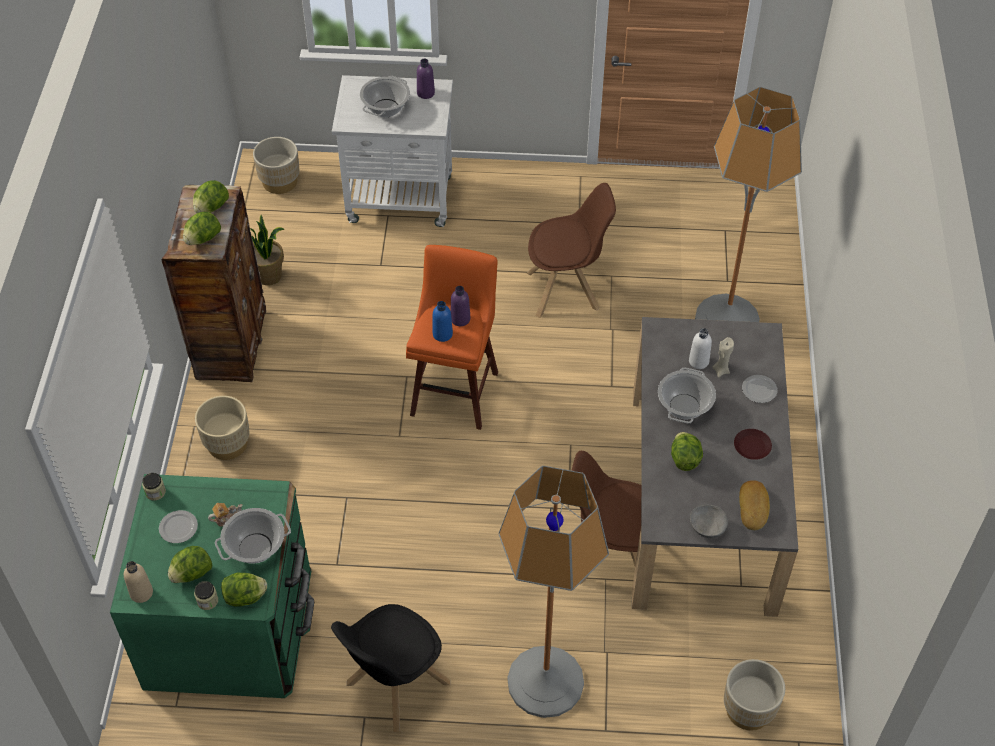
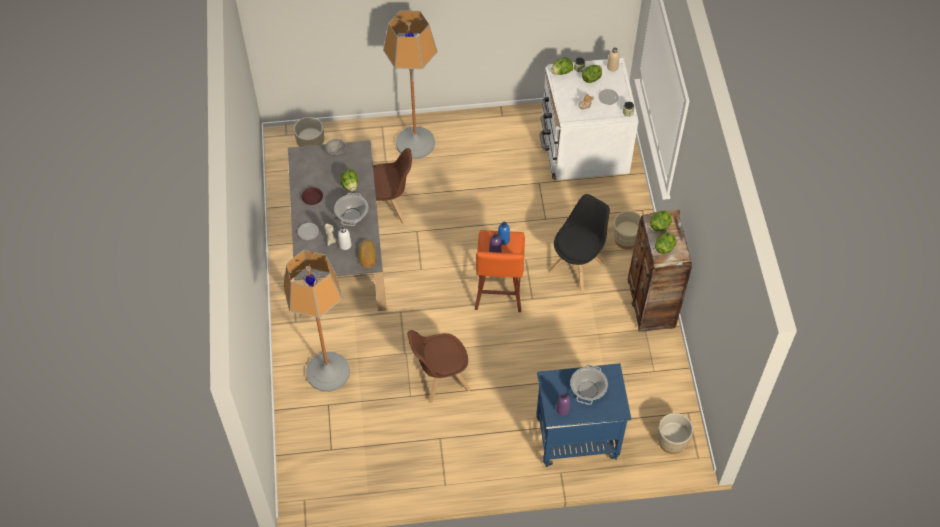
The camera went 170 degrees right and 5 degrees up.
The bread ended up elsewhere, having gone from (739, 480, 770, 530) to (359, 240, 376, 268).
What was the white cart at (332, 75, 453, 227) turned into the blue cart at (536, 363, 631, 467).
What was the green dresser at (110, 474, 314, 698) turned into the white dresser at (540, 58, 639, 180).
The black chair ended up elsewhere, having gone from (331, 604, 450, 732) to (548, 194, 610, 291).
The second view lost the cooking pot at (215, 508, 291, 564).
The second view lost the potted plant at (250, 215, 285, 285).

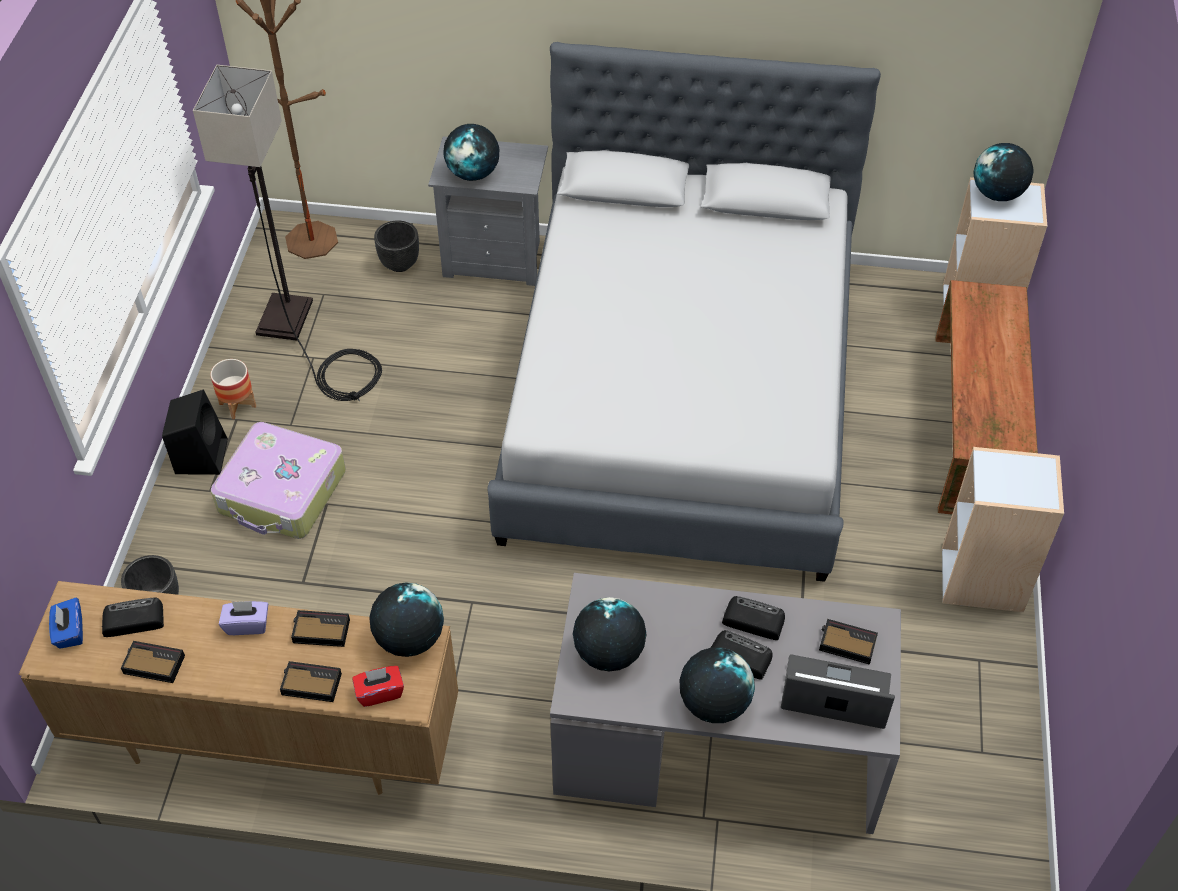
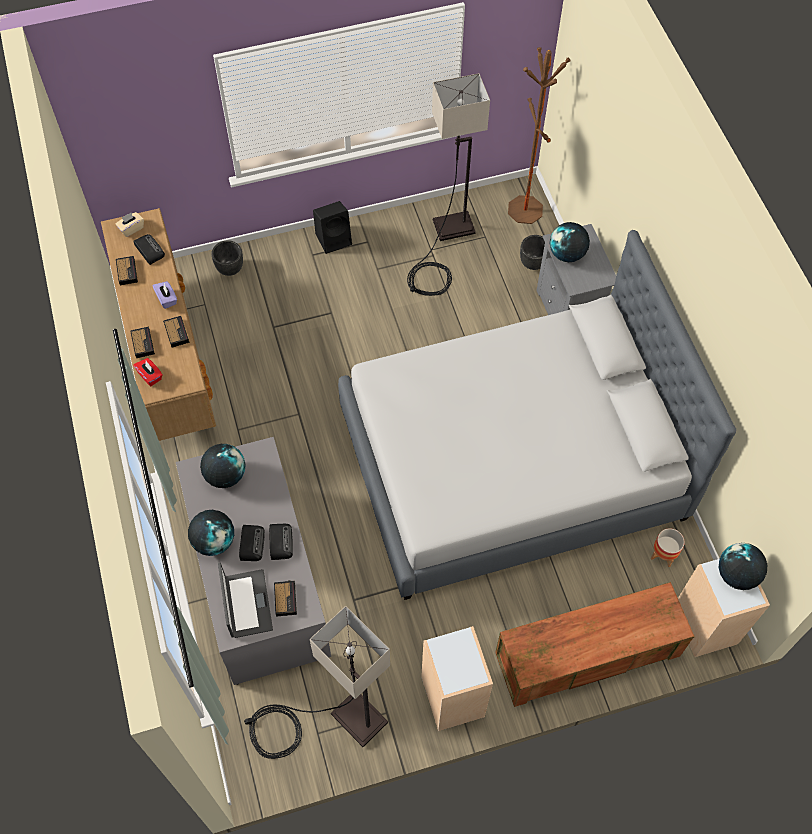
The camera went 65 degrees right and 10 degrees up.
What was the blue tissue box at (49, 598, 83, 649) turned into the beige tissue box at (116, 212, 144, 237).
The second view gained the floor lamp at (244, 606, 390, 759).
The planter ended up elsewhere, having gone from (210, 359, 256, 419) to (651, 528, 685, 567).
The second view lost the suitcase at (211, 422, 346, 539).
The second view lost the globe at (369, 582, 444, 657).

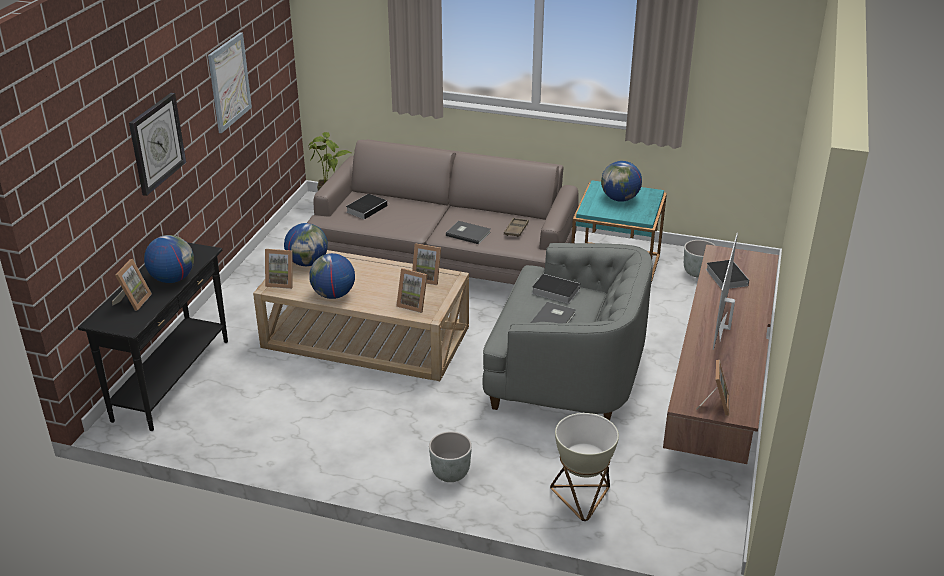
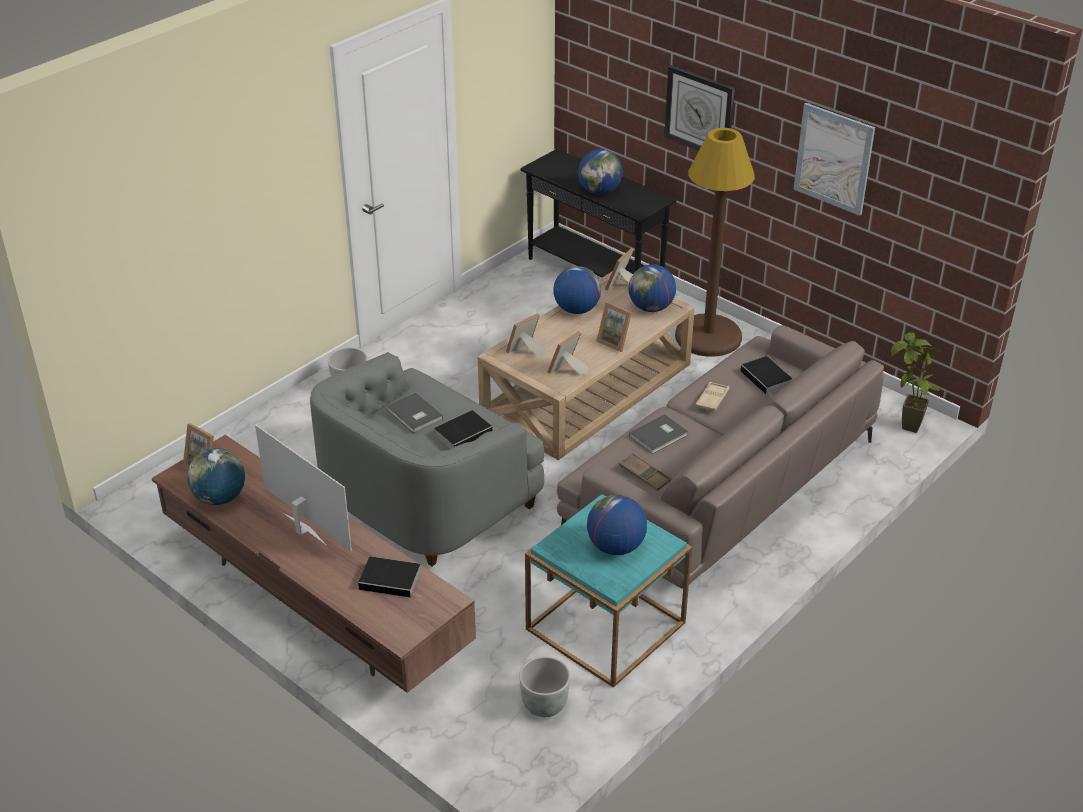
The camera went 115 degrees right and 5 degrees up.
The second view gained the globe at (187, 448, 245, 505).
The picture frame ended up elsewhere, having gone from (112, 259, 152, 311) to (596, 302, 632, 352).
The second view gained the brown floor lamp at (675, 128, 755, 357).
The second view gained the beige tray at (695, 382, 730, 412).
The second view lost the planter at (550, 413, 619, 521).

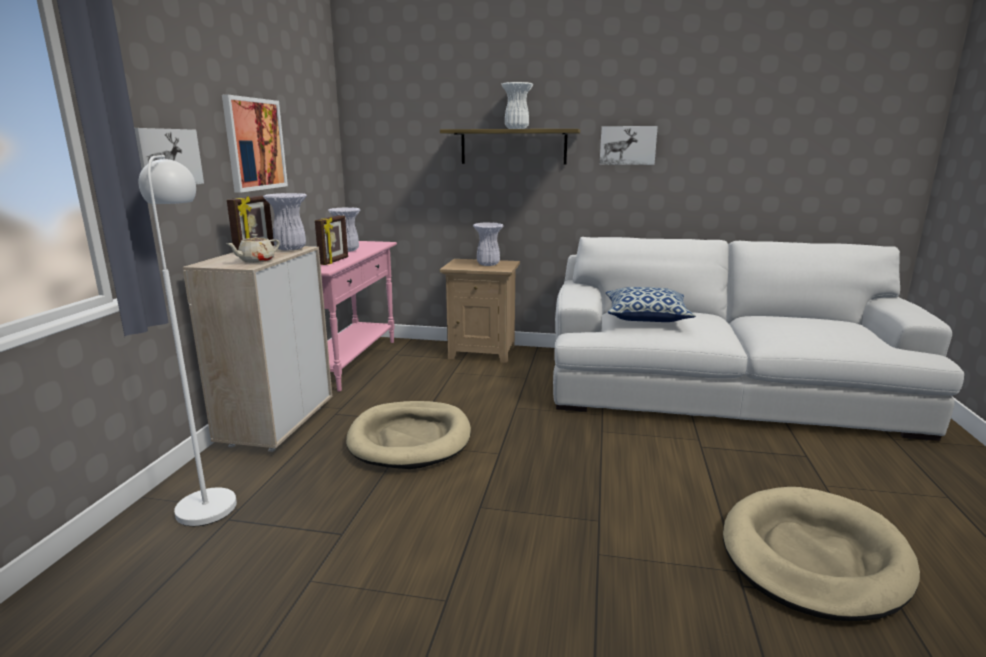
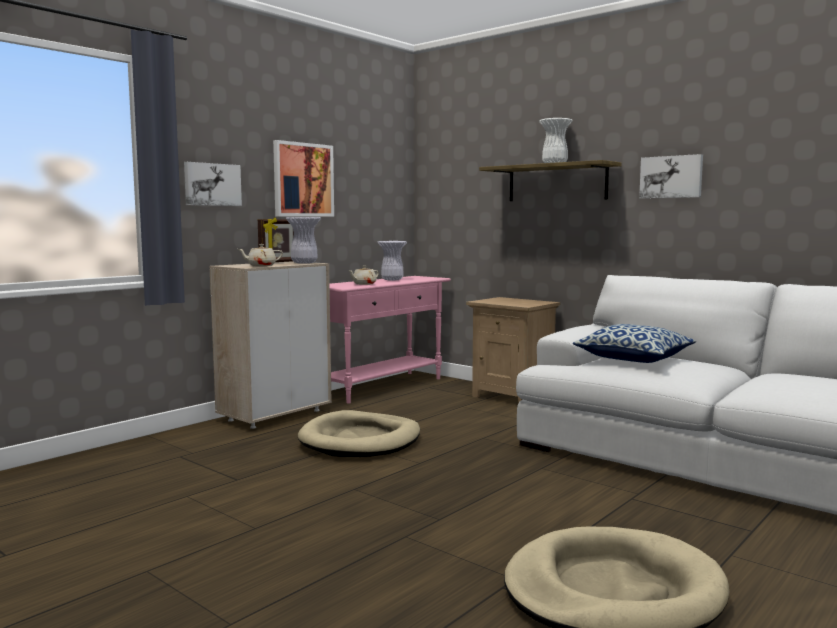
The camera went 30 degrees right and 10 degrees down.
Where the picture frame stood at (315, 215, 348, 265), the beige teapot came to stand at (348, 265, 379, 285).
The second view lost the white floor lamp at (138, 155, 237, 526).
The second view lost the white vase at (473, 222, 504, 266).

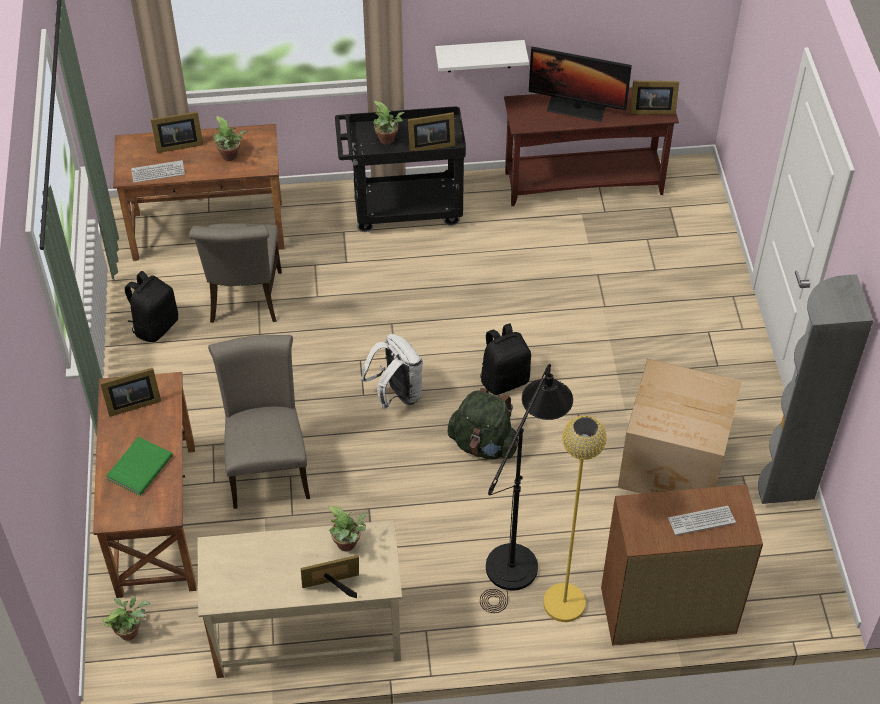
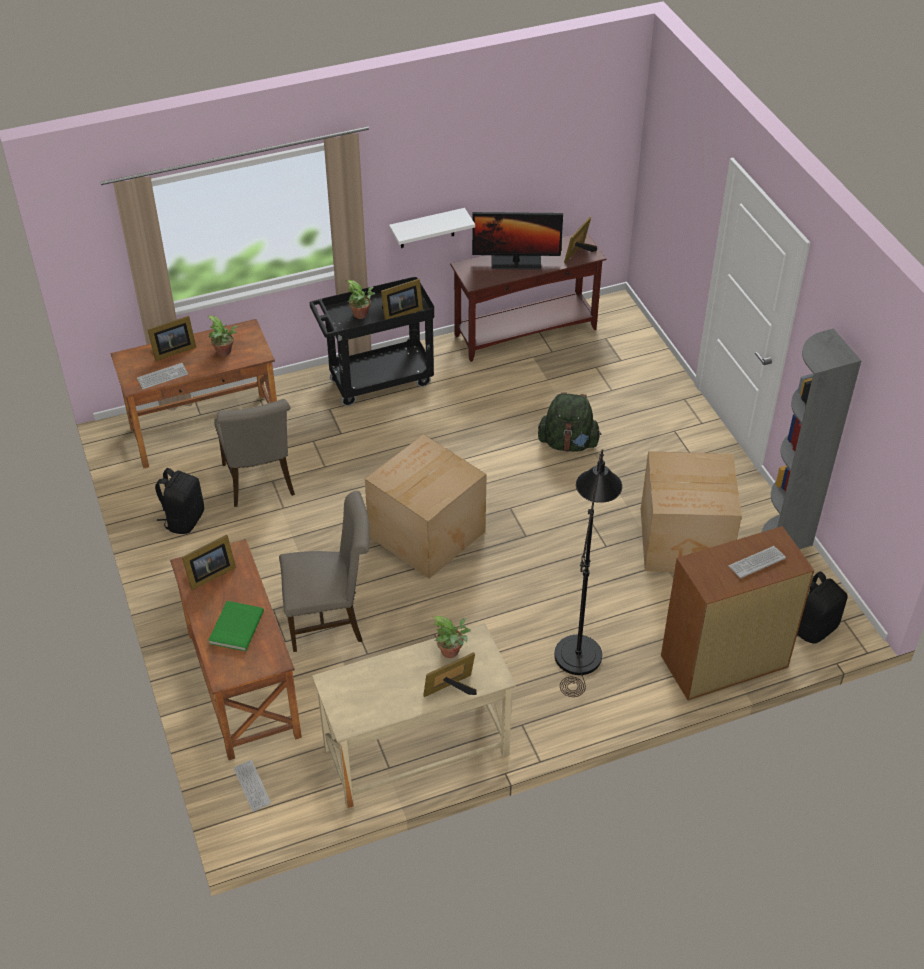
The camera went 15 degrees left and 5 degrees down.
Where the potted plant stood at (102, 597, 151, 641), the keyboard came to stand at (234, 760, 271, 812).
The beige chair at (208, 335, 310, 509) ended up facing another way, 105 degrees clockwise from before.
Where the white backpack stood at (361, 334, 423, 409), the cardboard box came to stand at (365, 434, 487, 579).
The green backpack ended up elsewhere, having gone from (448, 388, 518, 460) to (538, 393, 601, 452).
The picture frame at (630, 81, 679, 115) ended up facing another way, 135 degrees clockwise from before.
The black backpack ended up elsewhere, having gone from (480, 323, 531, 395) to (797, 572, 848, 644).
The second view lost the yellow floor lamp at (543, 416, 607, 622).

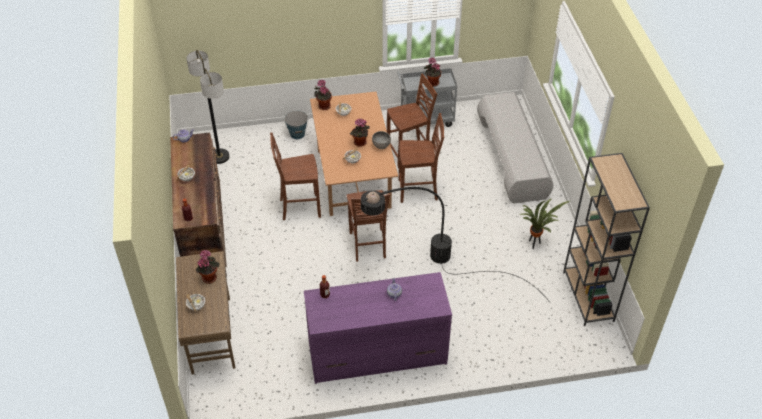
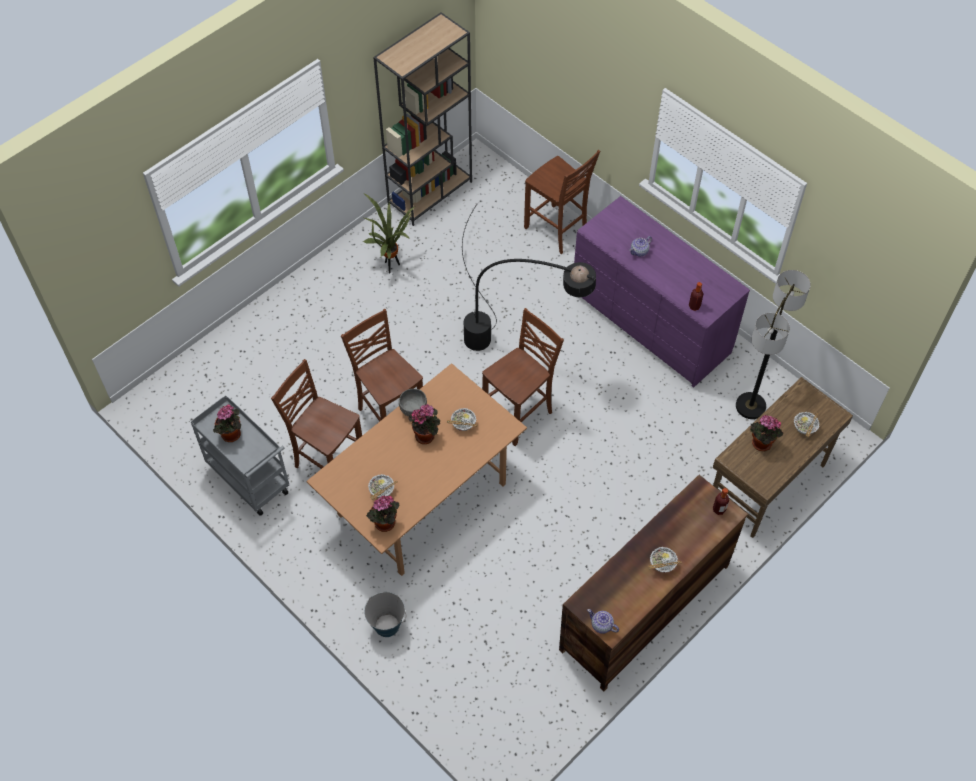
The camera went 125 degrees left and 10 degrees up.
The brown chair ended up elsewhere, having gone from (270, 132, 321, 220) to (524, 150, 600, 254).
The floor lamp ended up elsewhere, having gone from (186, 50, 229, 164) to (736, 270, 811, 419).
The second view lost the grey bench at (477, 92, 553, 204).

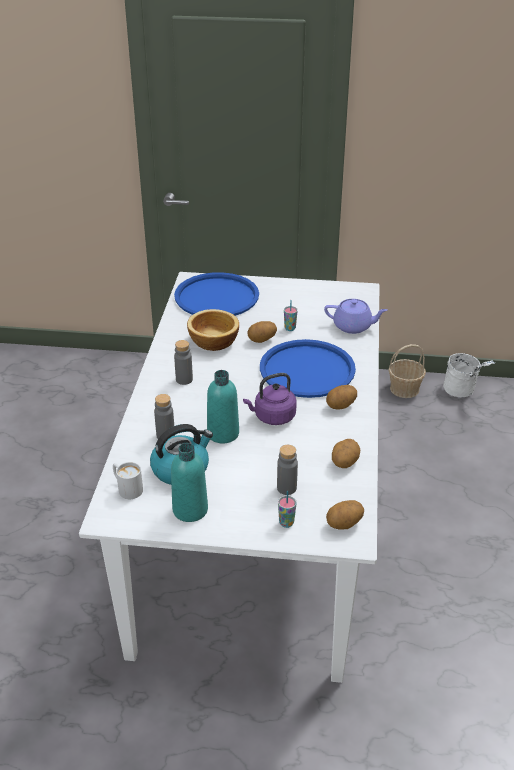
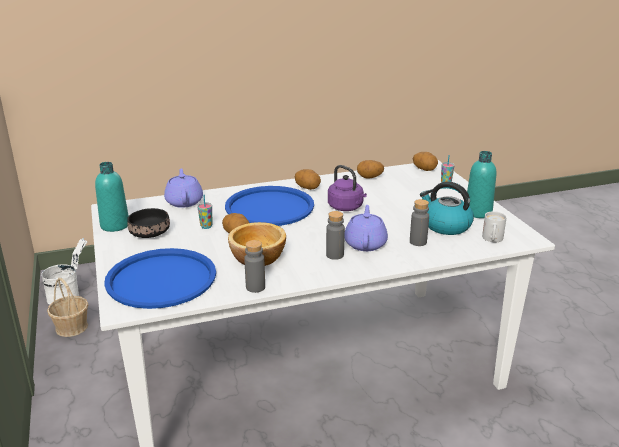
The camera went 115 degrees left and 10 degrees down.
The turquoise bottle ended up elsewhere, having gone from (207, 370, 239, 443) to (95, 162, 129, 232).
The second view gained the black bowl at (127, 208, 170, 238).
The grey bottle ended up elsewhere, having gone from (277, 445, 298, 495) to (244, 240, 265, 293).
The second view gained the purple teapot at (344, 205, 388, 251).

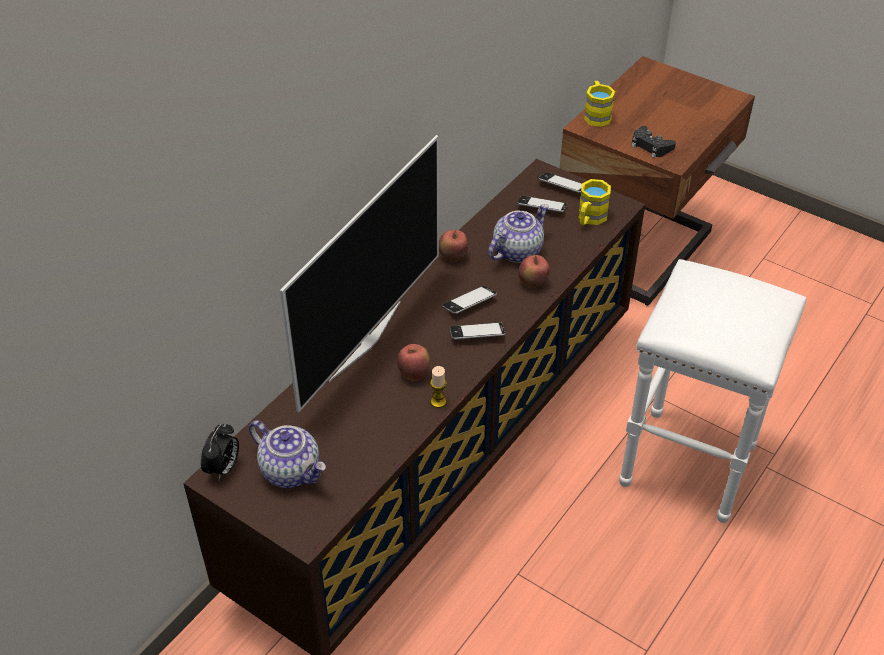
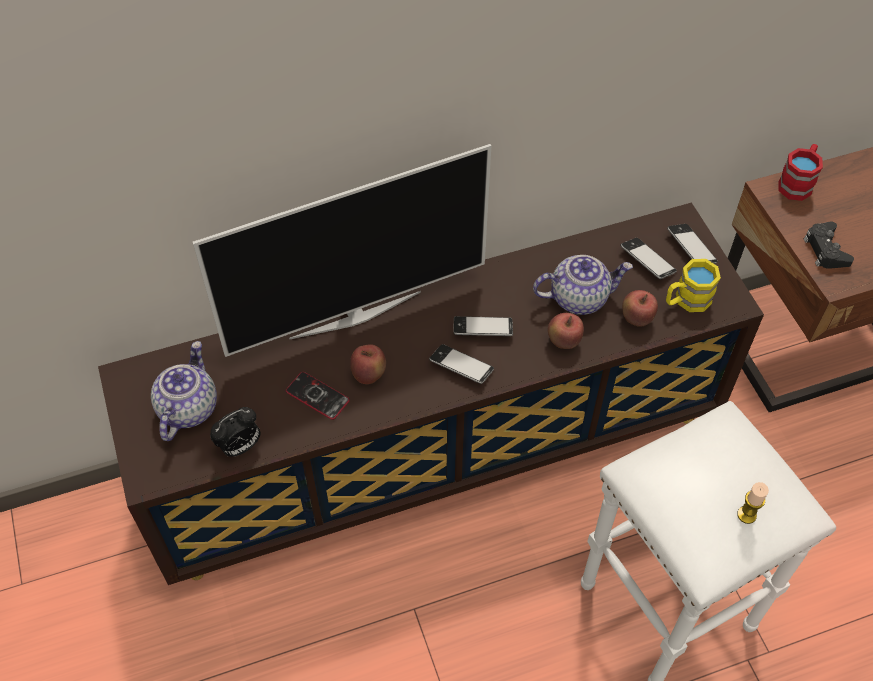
The camera went 35 degrees right and 10 degrees up.
The teapot at (249, 420, 326, 488) ended up facing another way, 150 degrees counterclockwise from before.
The alarm clock ended up elsewhere, having gone from (201, 424, 239, 480) to (210, 407, 260, 457).
The second view gained the phone at (286, 372, 350, 420).
The apple ended up elsewhere, having gone from (439, 230, 468, 261) to (622, 290, 658, 327).
The candle ended up elsewhere, having gone from (430, 366, 447, 408) to (737, 482, 769, 524).
What was the yellow mug at (584, 81, 615, 127) turned into the red mug at (778, 144, 823, 201).

